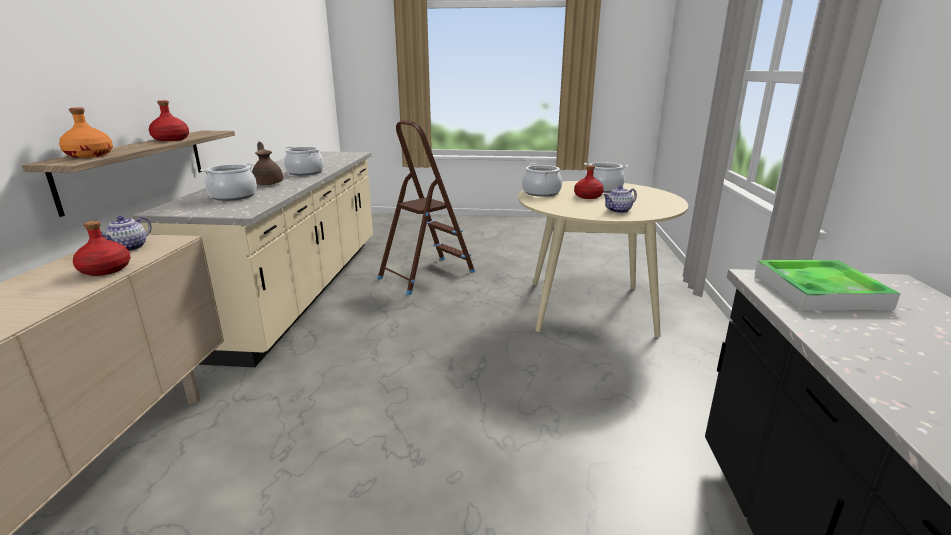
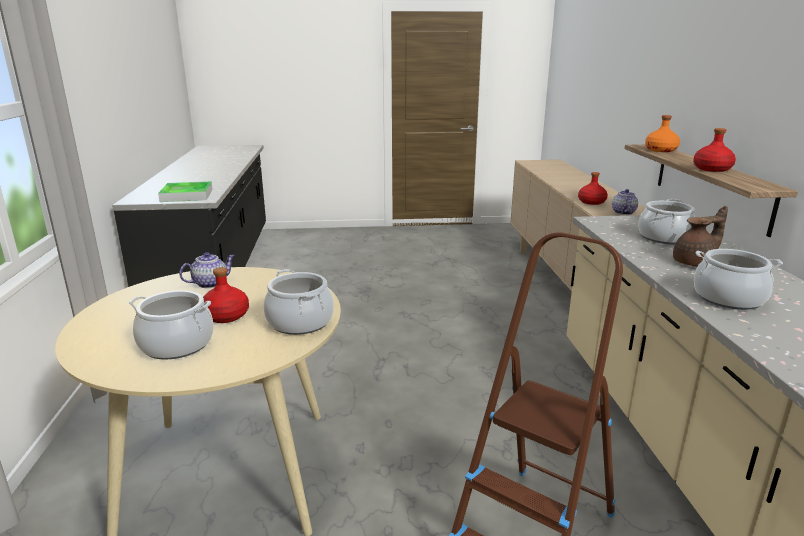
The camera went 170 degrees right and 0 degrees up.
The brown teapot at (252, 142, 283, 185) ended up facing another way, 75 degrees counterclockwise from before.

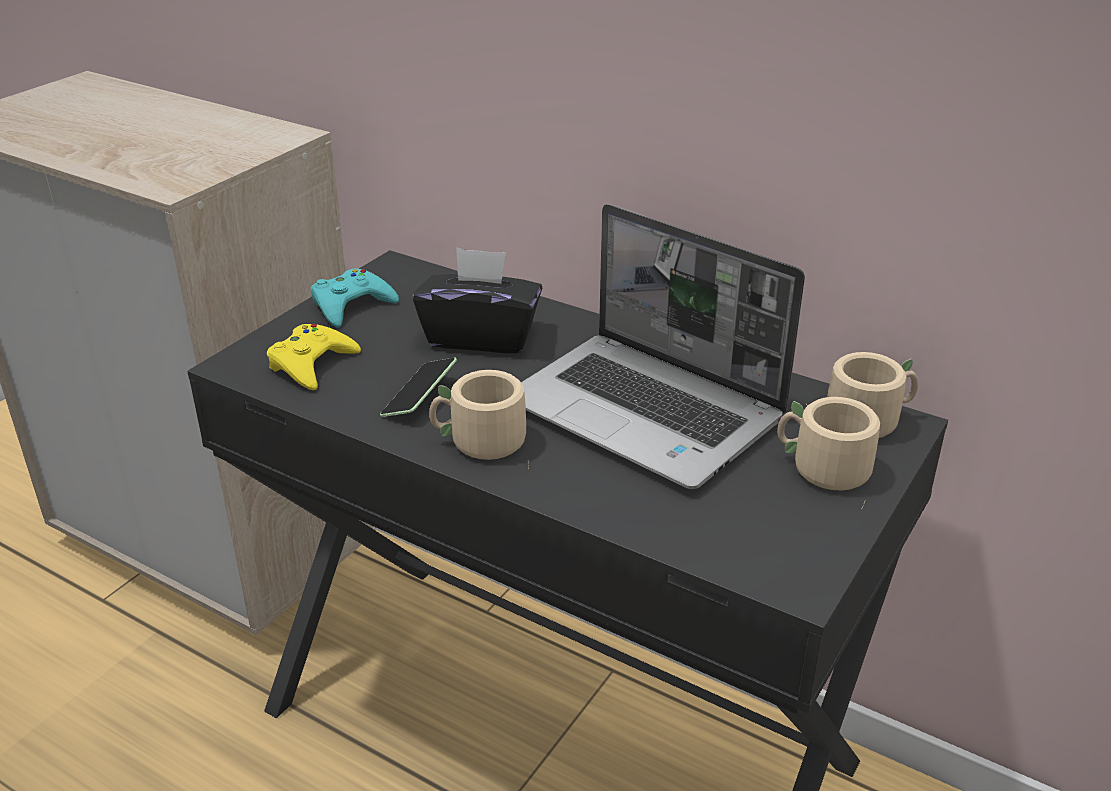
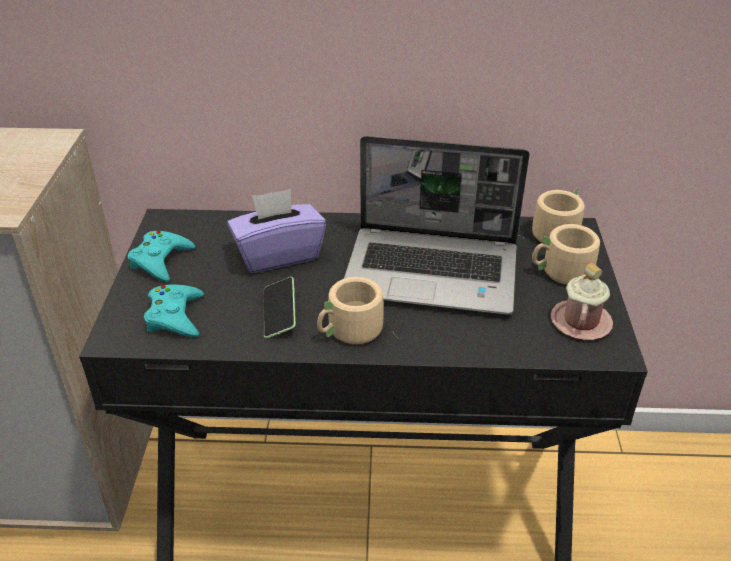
The camera went 30 degrees left and 5 degrees up.
What was the yellow game controller at (267, 324, 361, 390) turned into the turquoise game controller at (144, 284, 204, 337).
What was the black tissue box at (413, 247, 542, 353) turned into the purple tissue box at (227, 189, 326, 273).
The second view gained the pink mug at (550, 263, 613, 340).

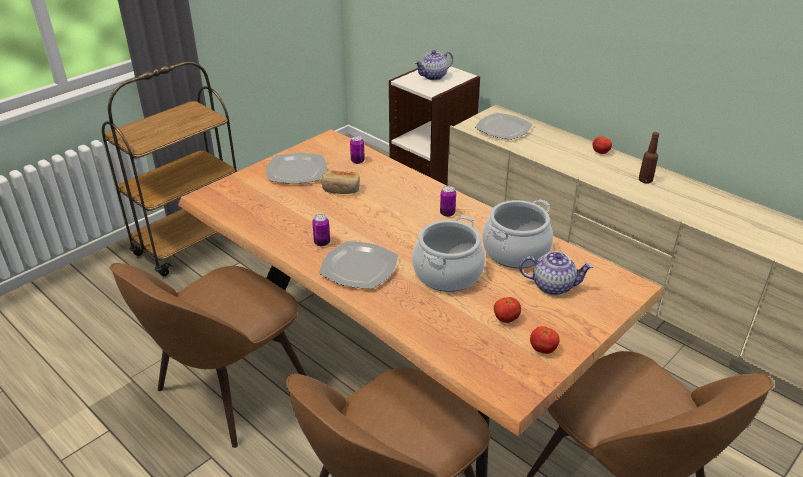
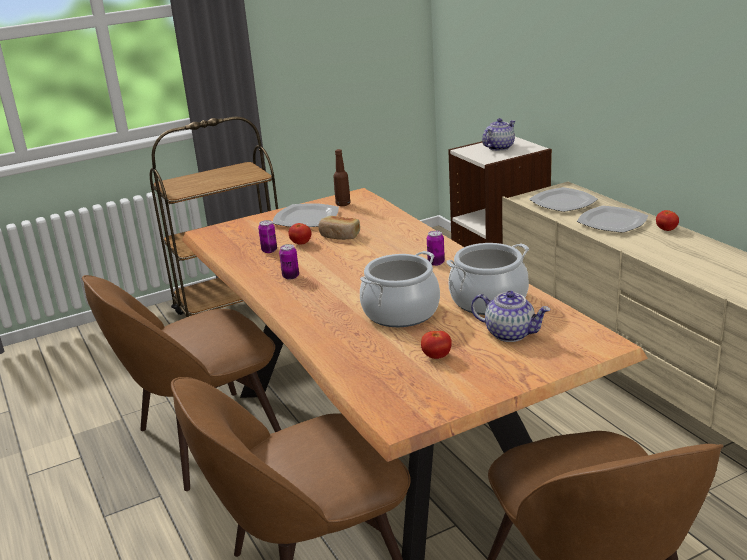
The camera went 20 degrees right and 10 degrees down.
The can ended up elsewhere, having gone from (350, 136, 365, 164) to (258, 220, 277, 253).
The tomato ended up elsewhere, having gone from (530, 326, 559, 354) to (289, 223, 311, 245).
The brown bottle ended up elsewhere, having gone from (639, 132, 659, 184) to (333, 149, 351, 206).
The teapot at (414, 50, 453, 80) ended up facing another way, 150 degrees clockwise from before.
The plate ended up elsewhere, having gone from (319, 241, 398, 289) to (577, 206, 648, 233).

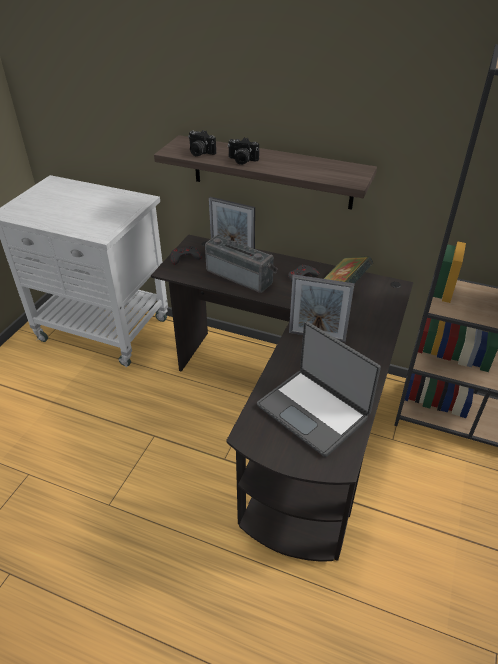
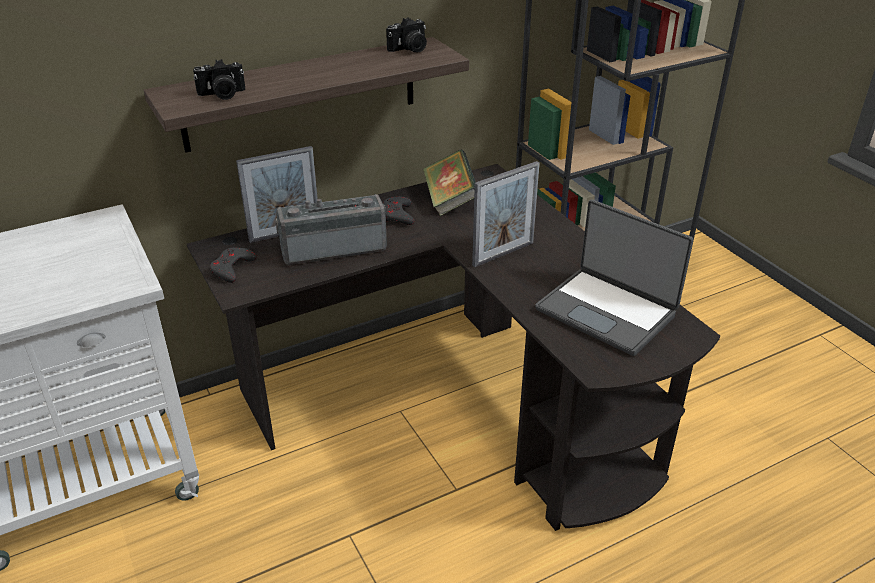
The camera went 50 degrees left and 5 degrees down.
The photo camera ended up elsewhere, having gone from (228, 137, 259, 165) to (386, 17, 427, 52).
The laptop at (257, 322, 381, 457) ended up facing another way, 45 degrees clockwise from before.

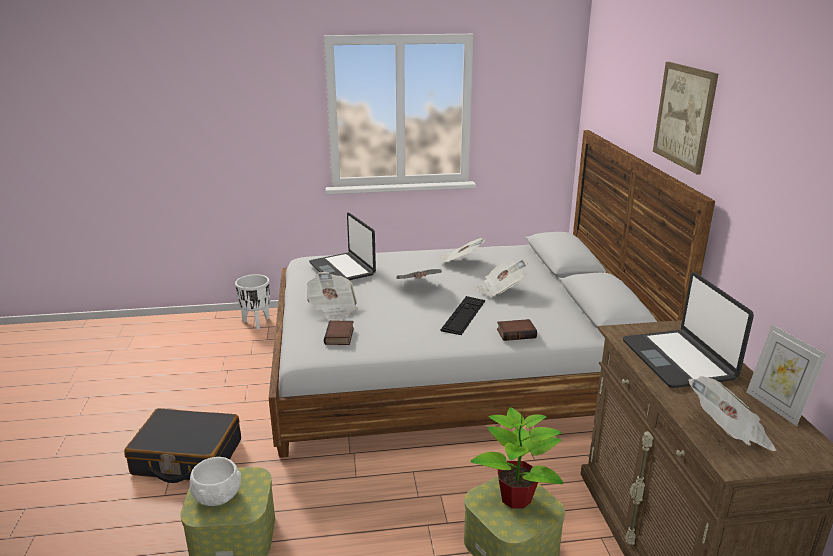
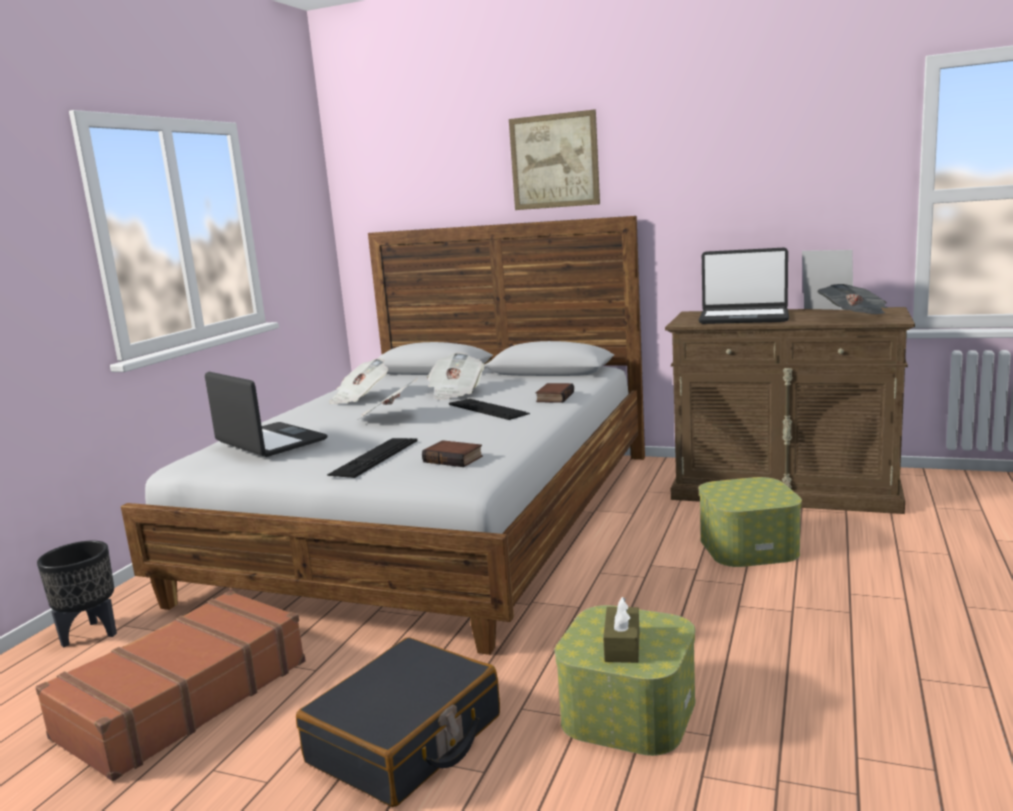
The camera went 60 degrees left and 10 degrees down.
The second view gained the brown suitcase at (35, 590, 306, 781).
What was the white planter at (235, 274, 270, 329) turned into the black planter at (37, 541, 117, 647).
The laptop at (309, 213, 376, 280) ended up facing another way, 135 degrees counterclockwise from before.
Where the newspaper stood at (307, 272, 358, 321), the keyboard came to stand at (327, 438, 417, 478).
Where the white bowl stood at (190, 457, 241, 506), the brown tissue box came to stand at (603, 597, 639, 663).
The picture frame at (747, 325, 827, 426) ended up facing another way, 150 degrees counterclockwise from before.
The second view lost the potted plant at (470, 407, 564, 509).

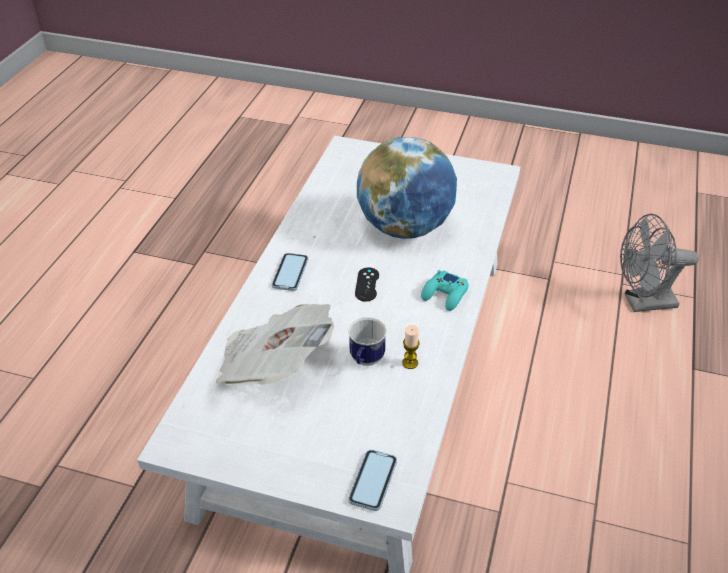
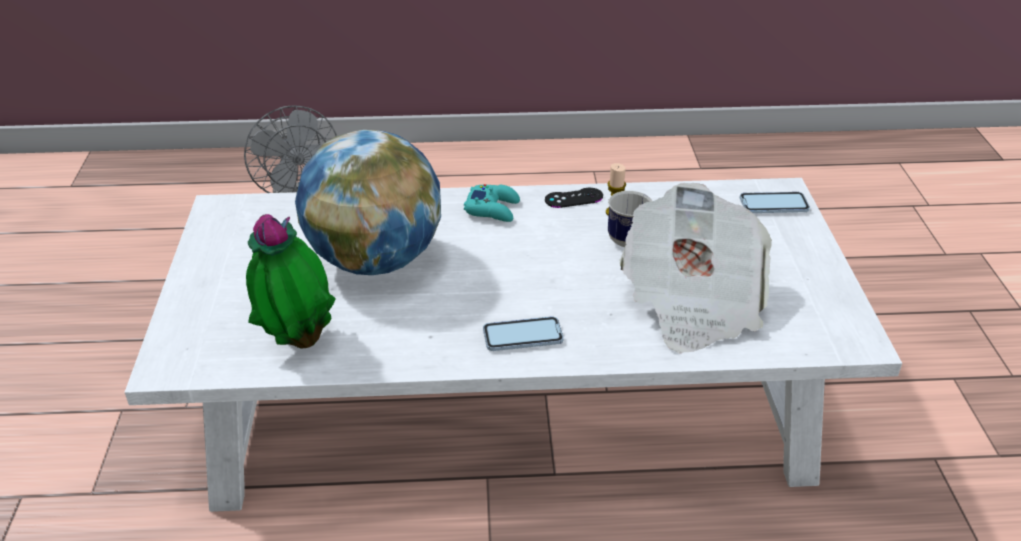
The camera went 110 degrees left and 5 degrees down.
The second view gained the potted plant at (246, 214, 336, 348).
The black game controller ended up elsewhere, having gone from (355, 267, 379, 302) to (545, 188, 603, 208).

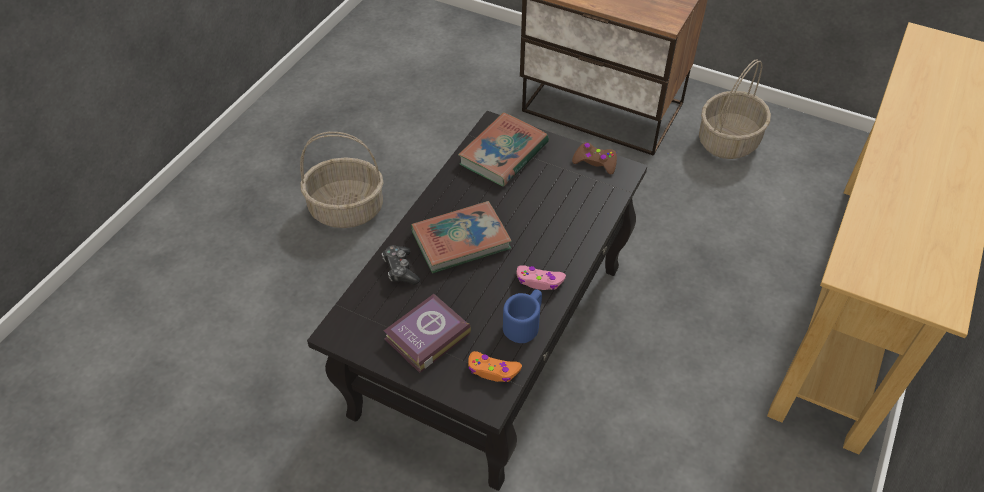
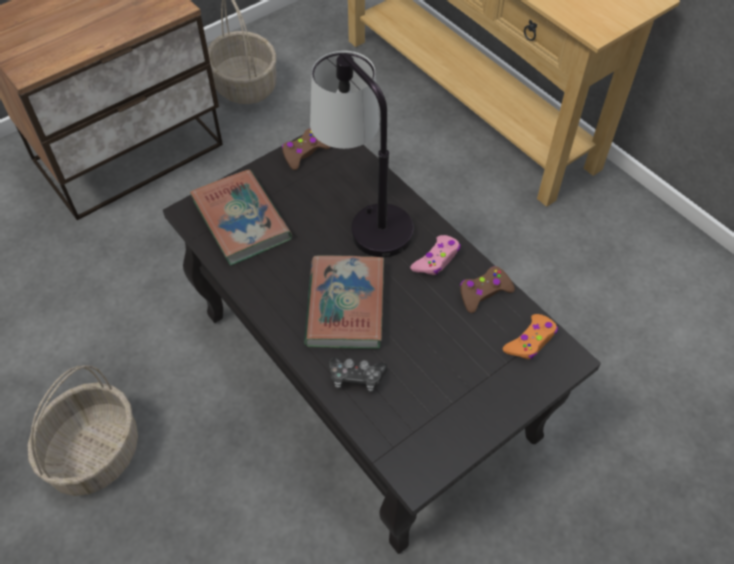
The camera went 65 degrees left and 5 degrees up.
The second view gained the table lamp at (310, 51, 414, 257).
Where the blue mug stood at (503, 289, 542, 343), the brown game controller came to stand at (460, 266, 515, 313).
The second view lost the book at (384, 294, 471, 373).

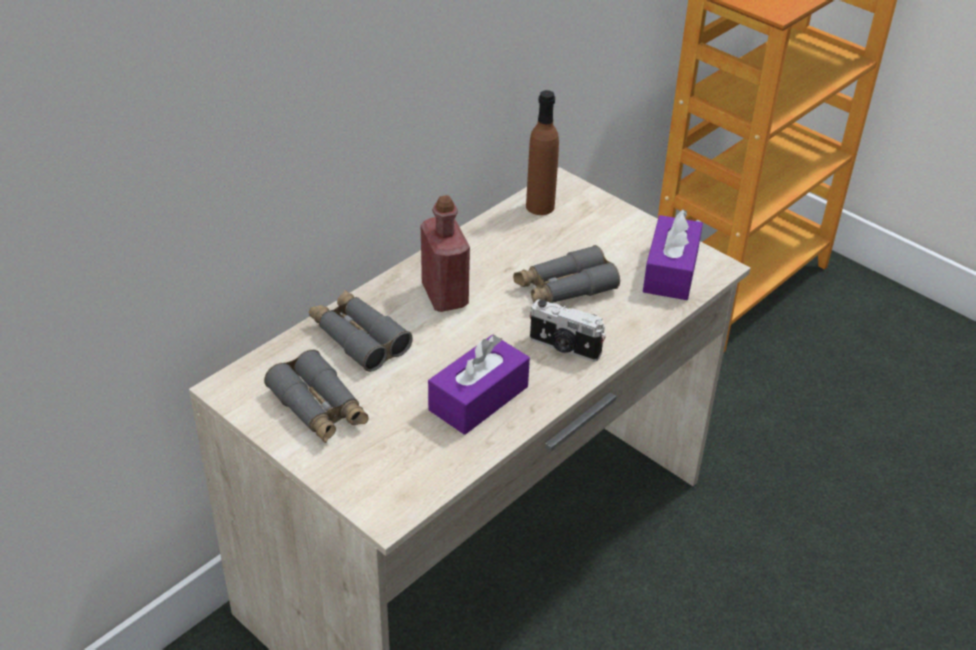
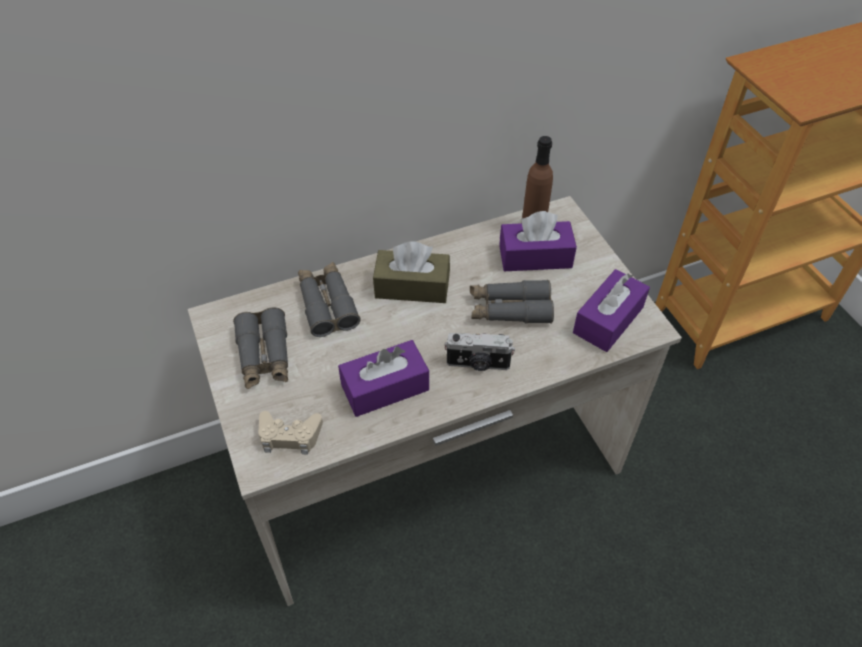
The camera went 25 degrees right and 10 degrees up.
The second view gained the beige game controller at (258, 411, 323, 455).
Where the red bottle stood at (421, 195, 470, 312), the brown tissue box came to stand at (373, 241, 450, 303).
The photo camera at (530, 299, 606, 362) ended up facing another way, 45 degrees counterclockwise from before.
The second view gained the purple tissue box at (499, 211, 577, 271).

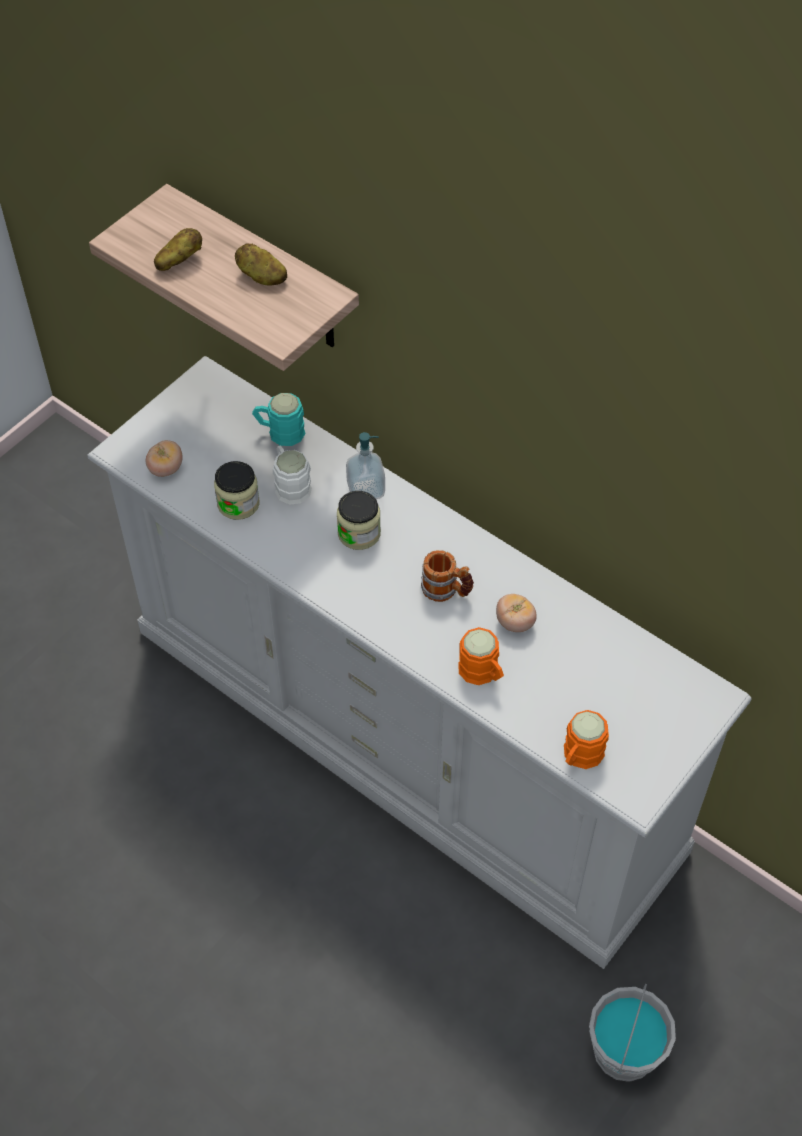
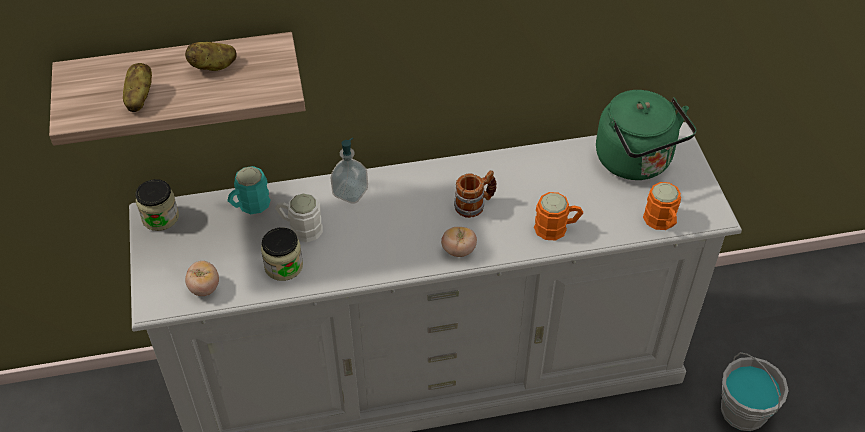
The camera went 50 degrees left and 5 degrees down.
The jar ended up elsewhere, having gone from (337, 491, 381, 550) to (135, 179, 179, 231).
The tomato ended up elsewhere, having gone from (496, 594, 537, 632) to (441, 227, 477, 257).
The second view gained the green kettle at (596, 90, 697, 180).

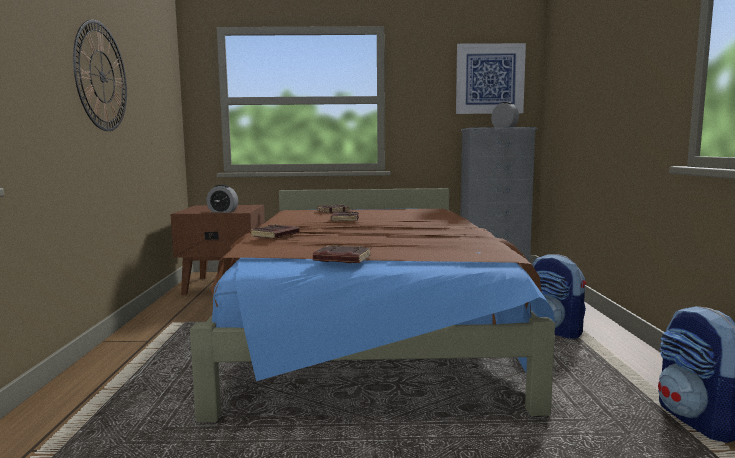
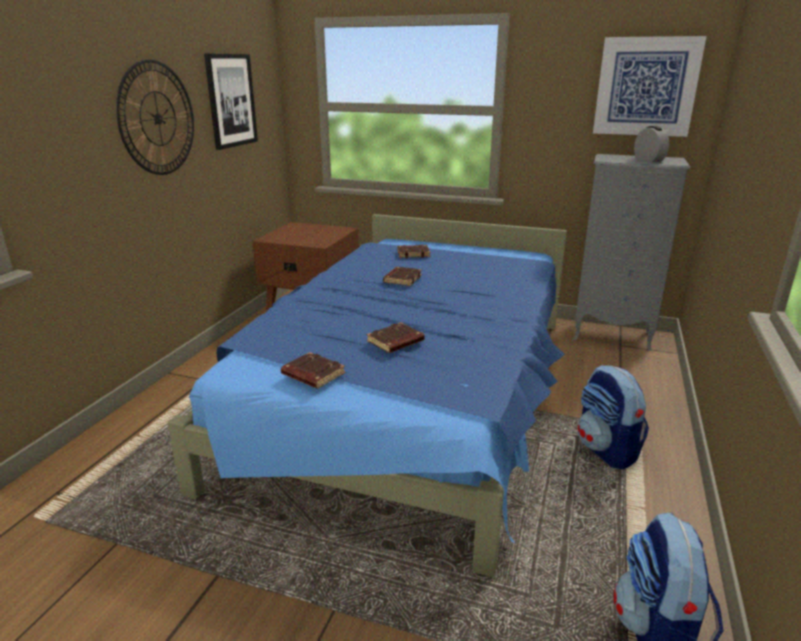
The camera went 20 degrees right and 15 degrees up.
What was the brown bed at (190, 188, 555, 422) turned into the blue bed at (167, 214, 567, 577).
The second view gained the picture at (204, 54, 258, 150).
The brown book ended up elsewhere, having gone from (250, 224, 300, 239) to (367, 323, 425, 353).
The second view lost the alarm clock at (207, 185, 238, 213).

